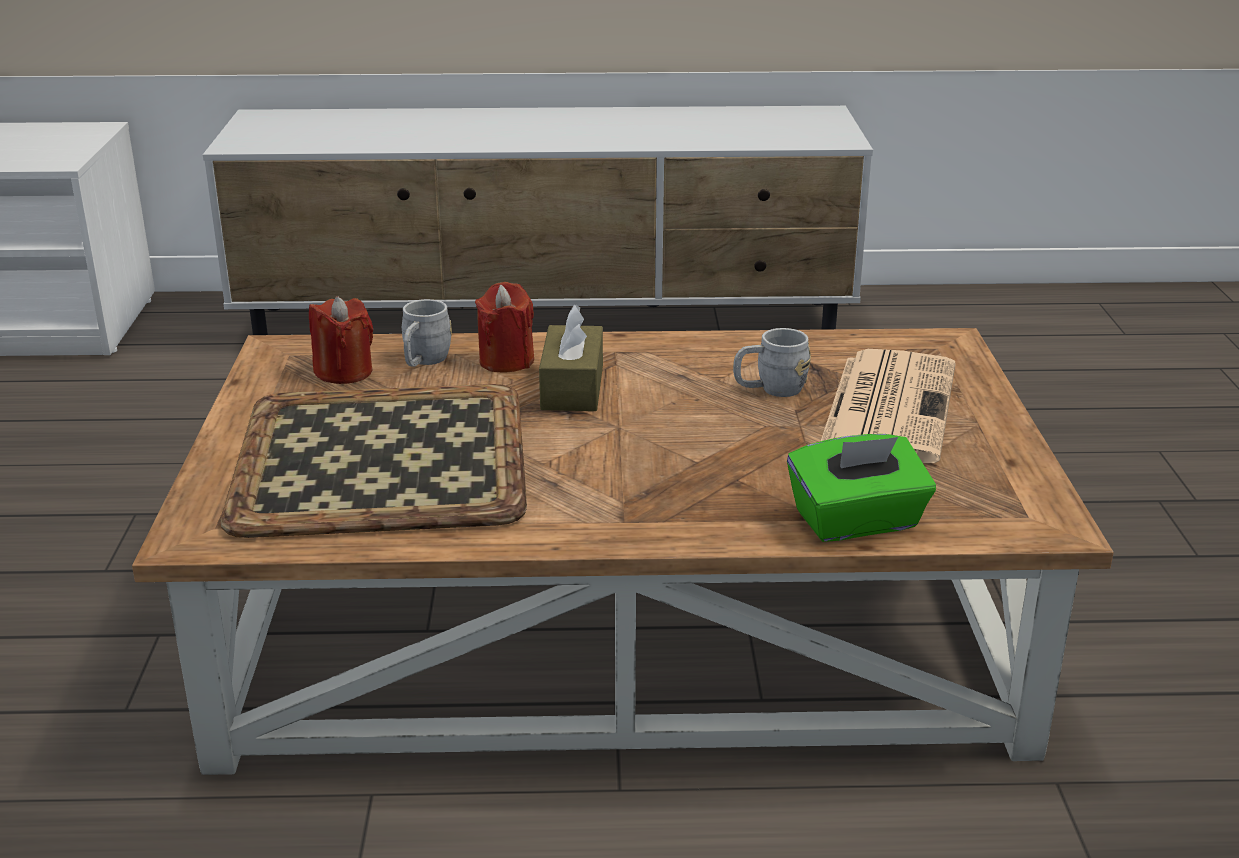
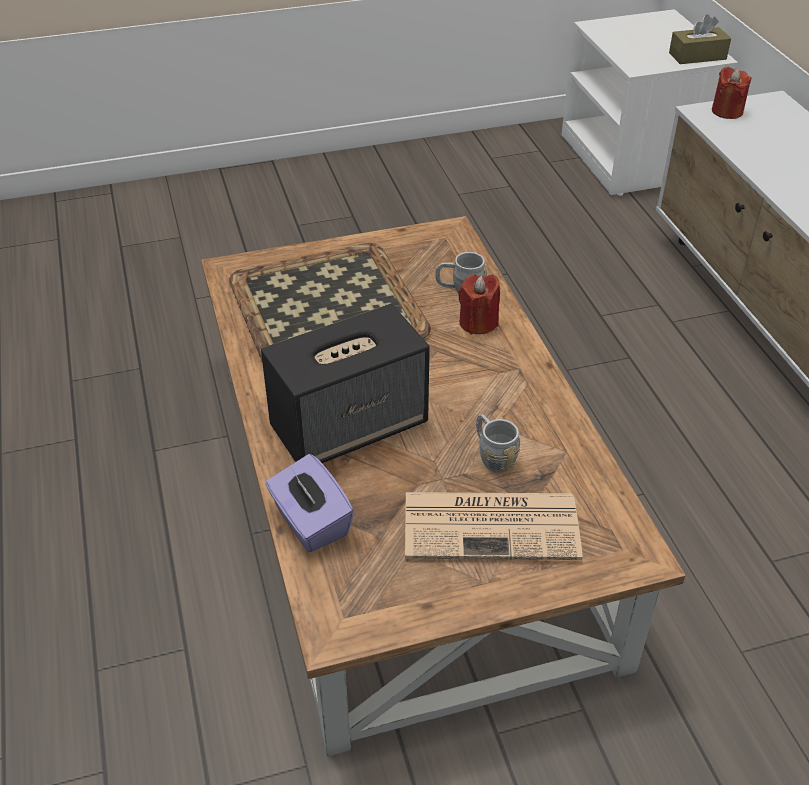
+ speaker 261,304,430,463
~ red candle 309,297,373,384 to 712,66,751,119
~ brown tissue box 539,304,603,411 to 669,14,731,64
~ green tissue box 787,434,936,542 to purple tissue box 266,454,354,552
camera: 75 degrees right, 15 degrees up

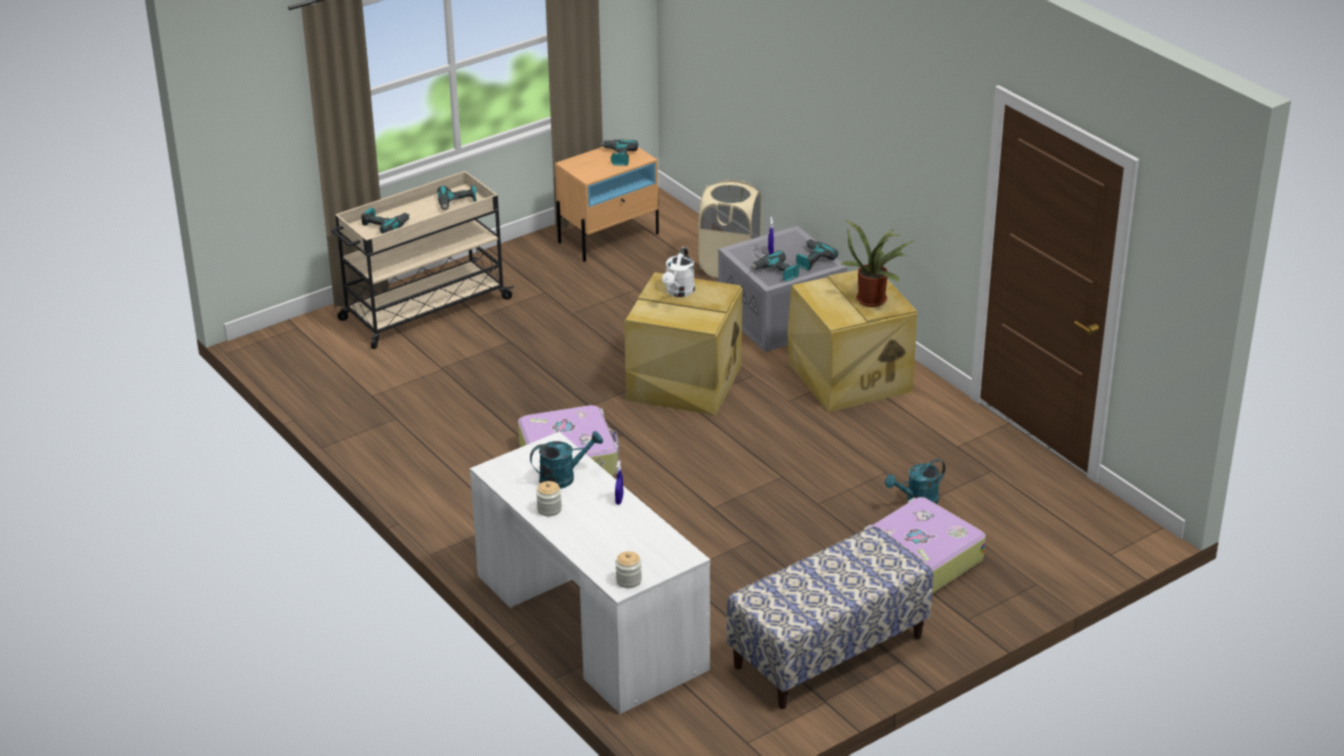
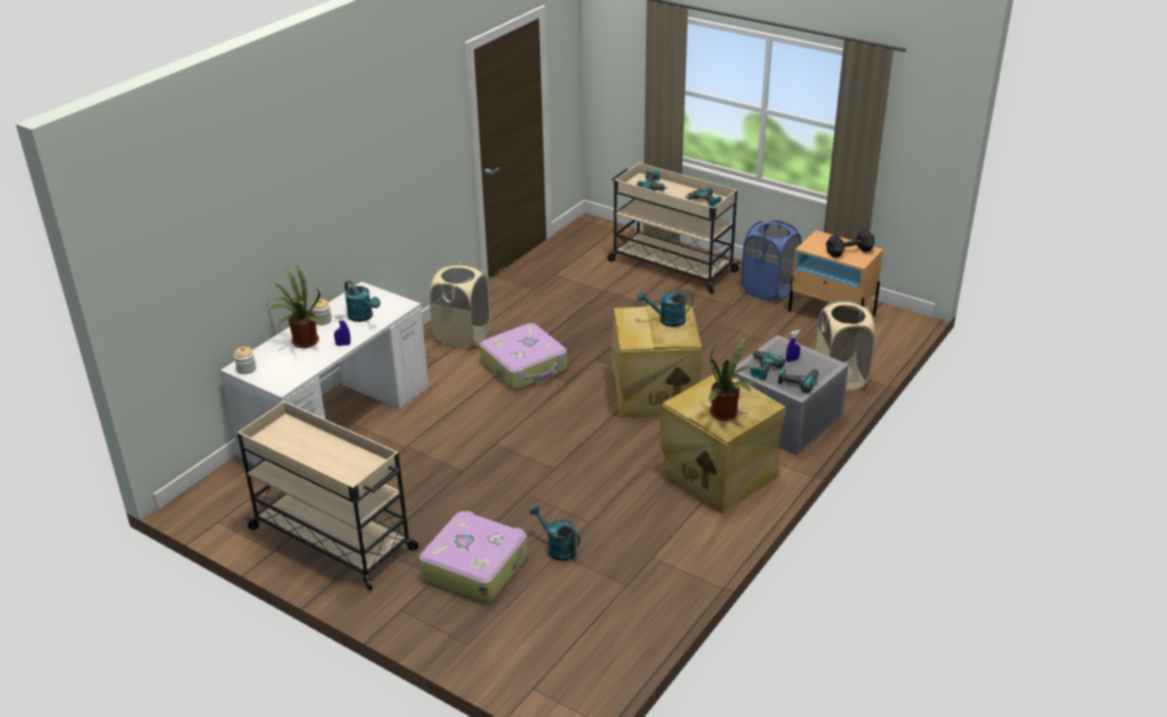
+ potted plant 268,265,322,348
+ beige laundry basket 429,263,491,348
+ blue laundry basket 741,220,802,301
~ power drill 600,139,638,166 to black dumbbell 826,230,875,258
~ bench 727,526,933,709 to beige cart 237,401,418,590
~ white watering can 662,247,695,297 to turquoise watering can 637,290,693,327
camera: 70 degrees right, 0 degrees up

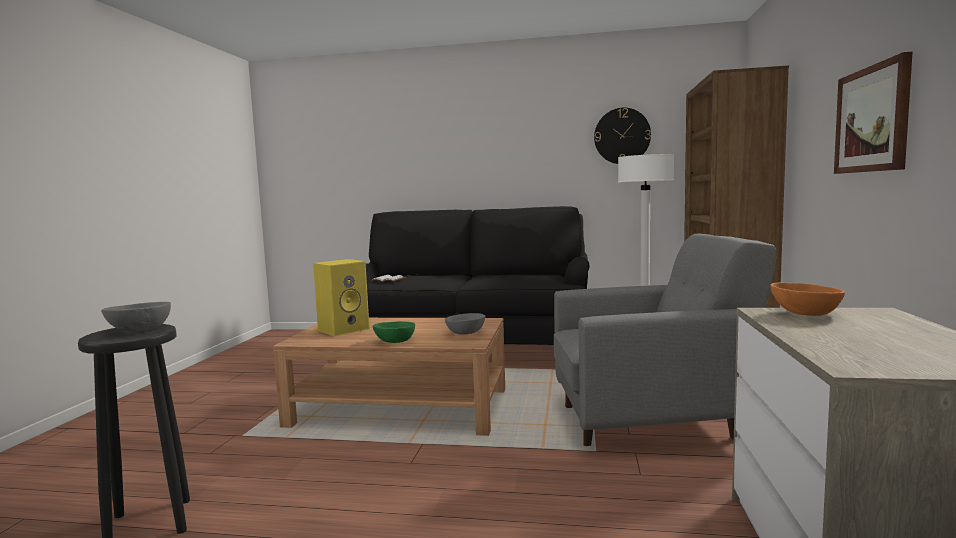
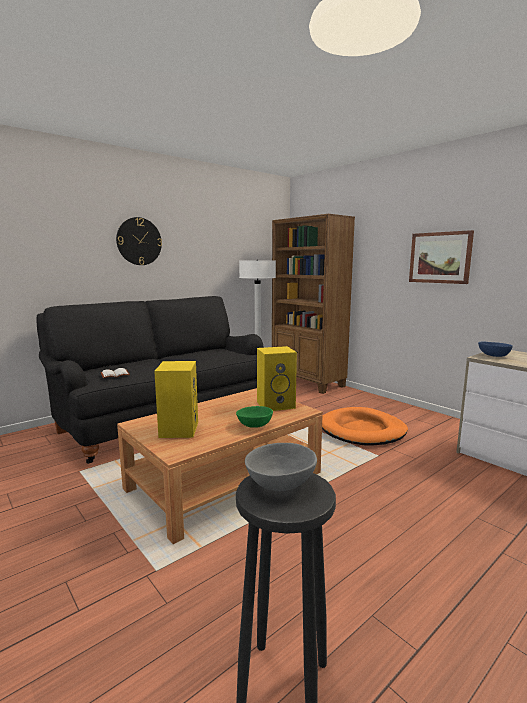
~ wall clock 594,108,651,164 to 116,217,162,265
~ grey bowl 444,313,485,335 to yellow speaker 257,346,297,411
~ grey armchair 554,234,776,446 to orange dog bed 322,407,408,446
~ orange bowl 770,282,845,316 to blue bowl 478,342,513,357
camera: 50 degrees left, 5 degrees up

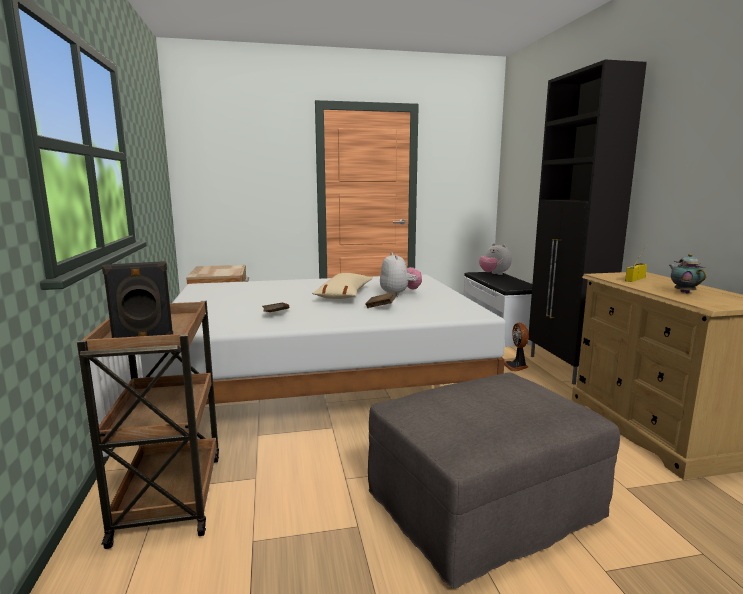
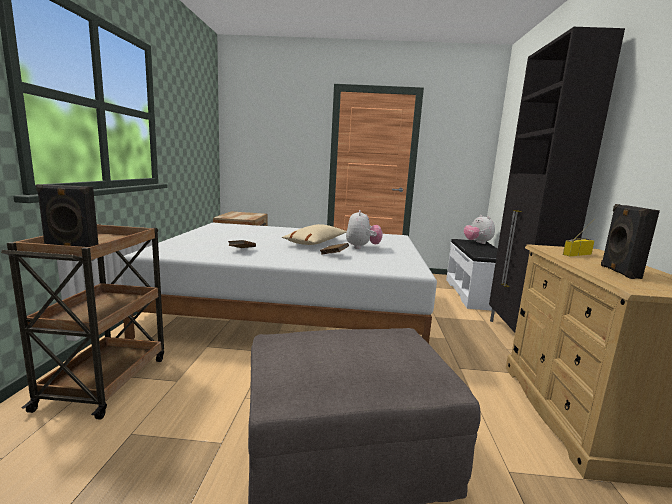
- fan 504,323,529,371
~ teapot 669,254,707,294 to black speaker 601,204,660,279
camera: 15 degrees right, 0 degrees up

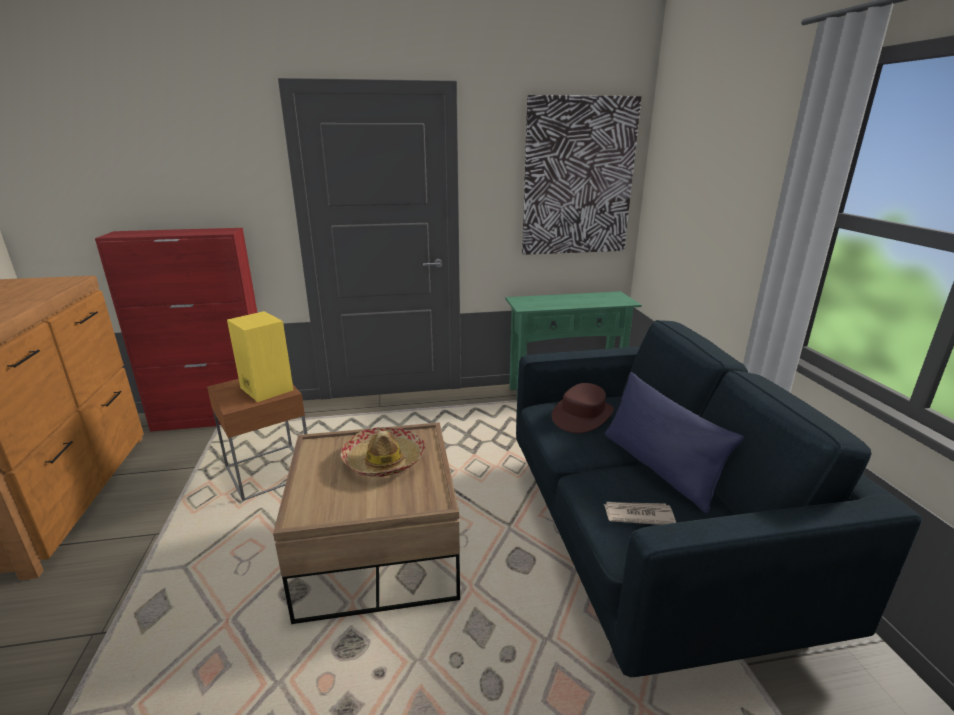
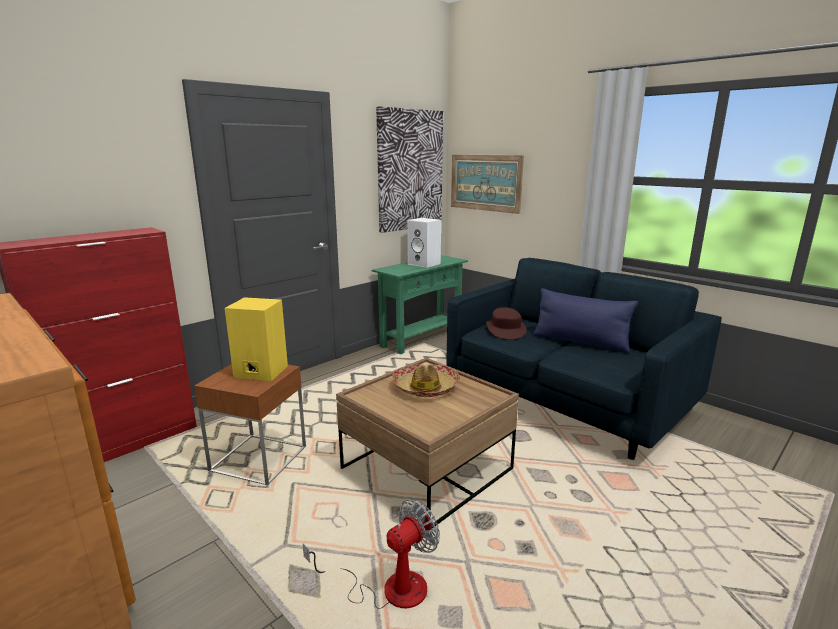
- newspaper 604,502,676,525
+ fan 303,499,440,609
+ white speaker 407,218,441,268
+ picture 451,155,524,214
camera: 35 degrees left, 5 degrees down

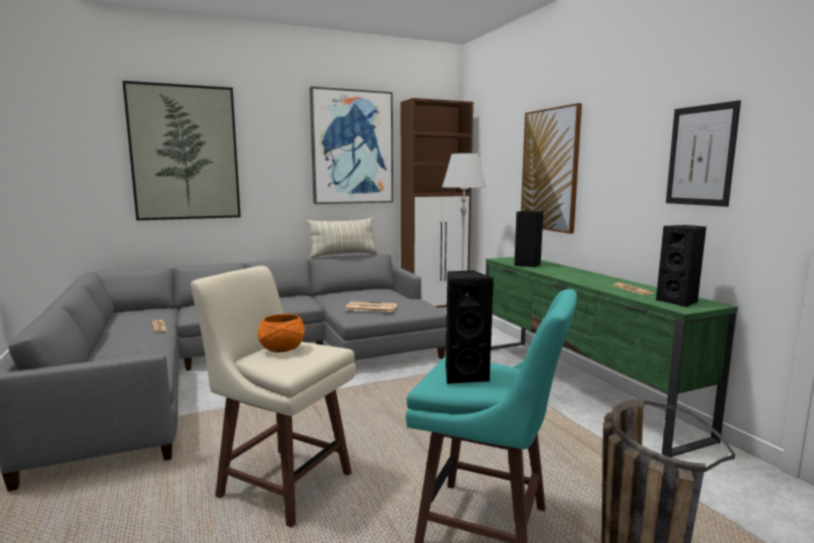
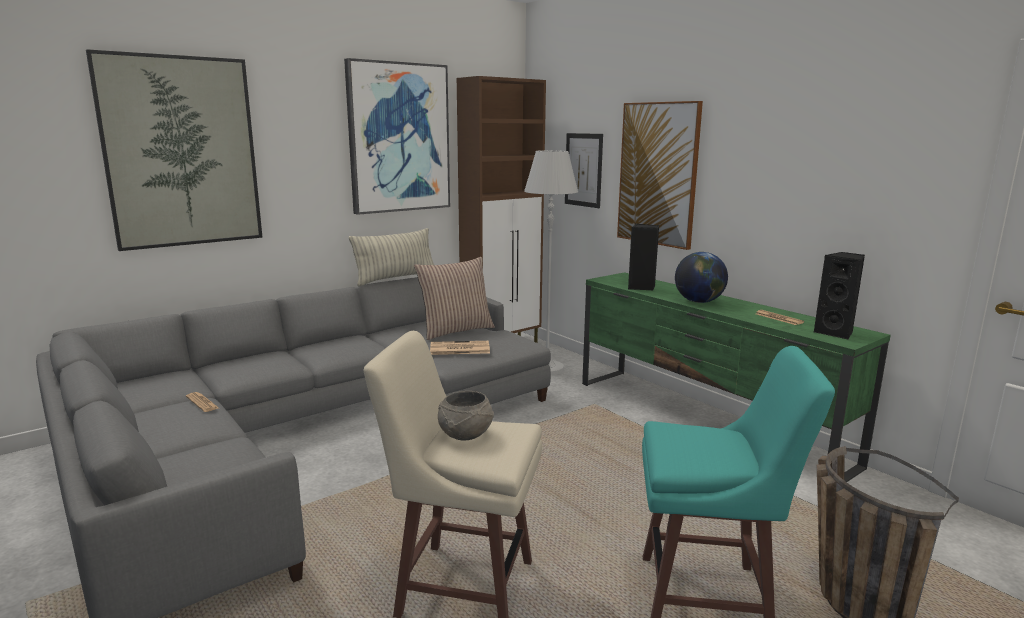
- black speaker 446,271,494,384
+ pillow 414,257,495,340
+ globe 675,252,728,303
~ picture 666,100,741,207 to 565,133,603,208
~ orange bowl 258,314,305,352 to grey bowl 438,391,494,440
camera: 15 degrees left, 5 degrees up

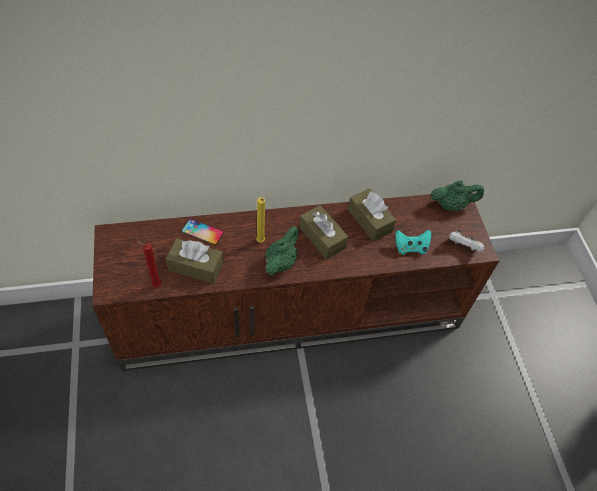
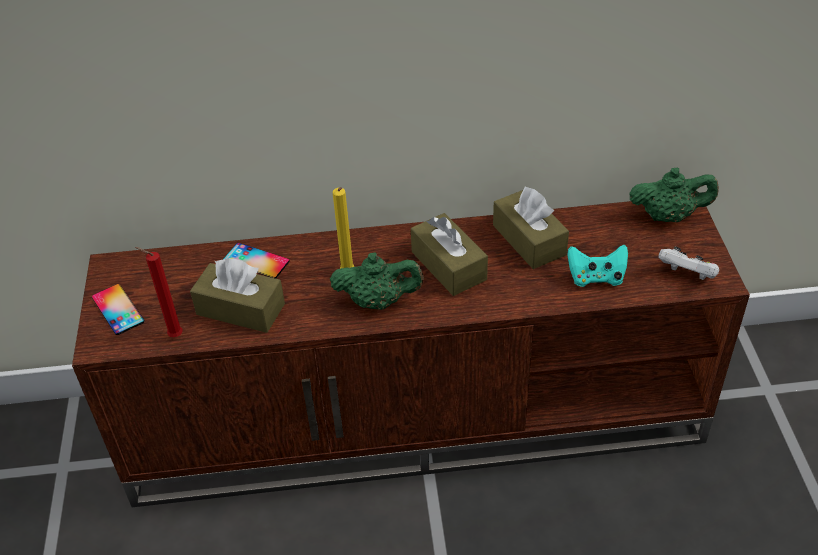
+ phone 92,284,144,335
~ green teapot 265,226,299,275 = 330,252,424,310 60 degrees clockwise
camera: 10 degrees right, 10 degrees down

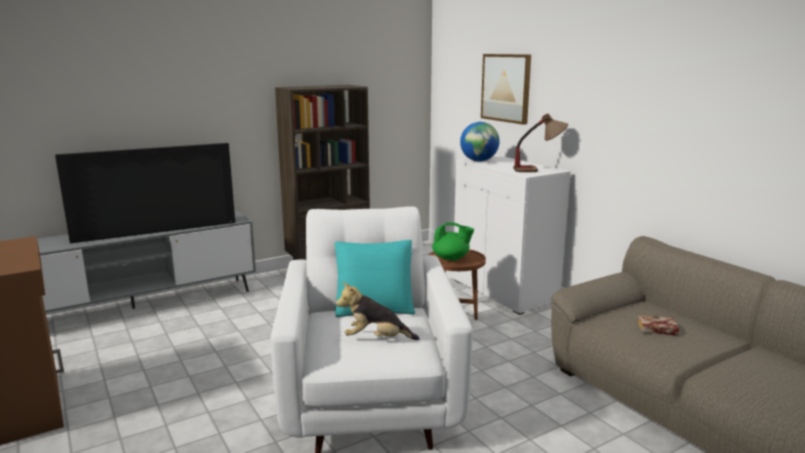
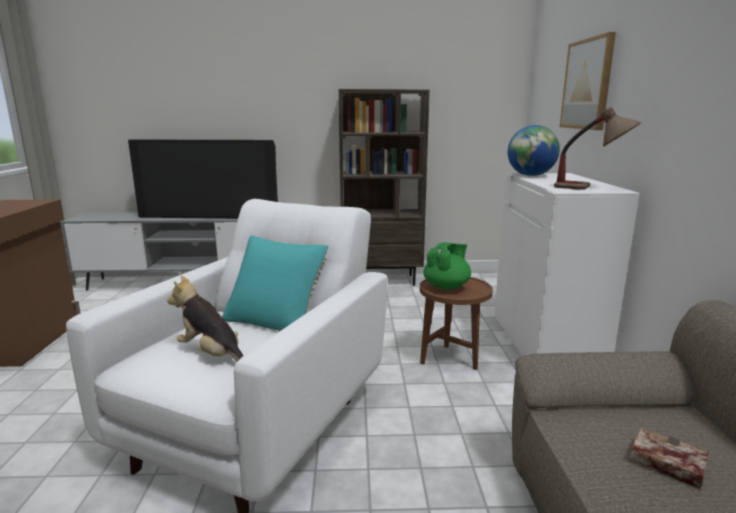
~ green teapot 432,222,474,261 = 423,242,471,290 90 degrees counterclockwise
camera: 30 degrees right, 0 degrees up

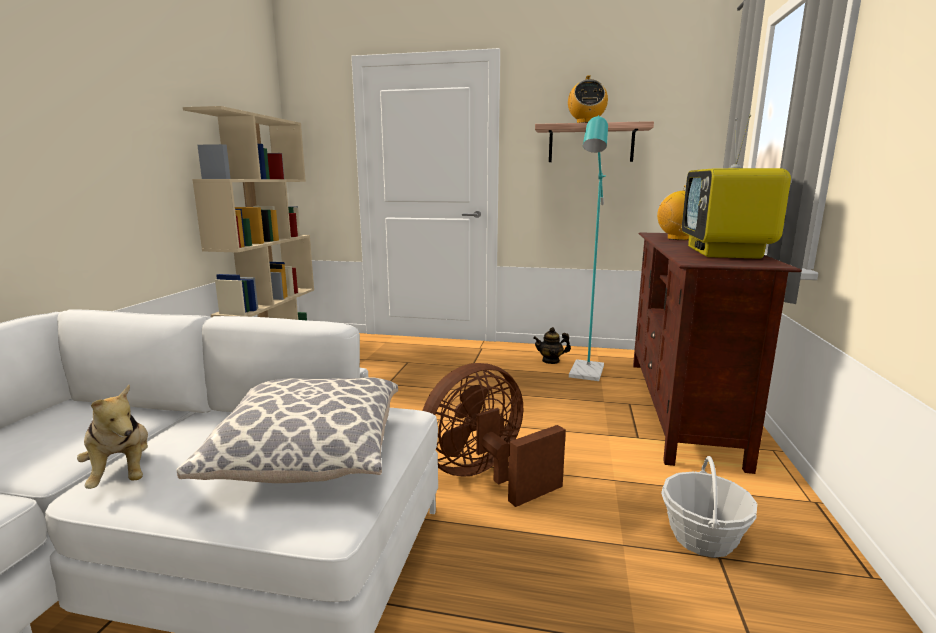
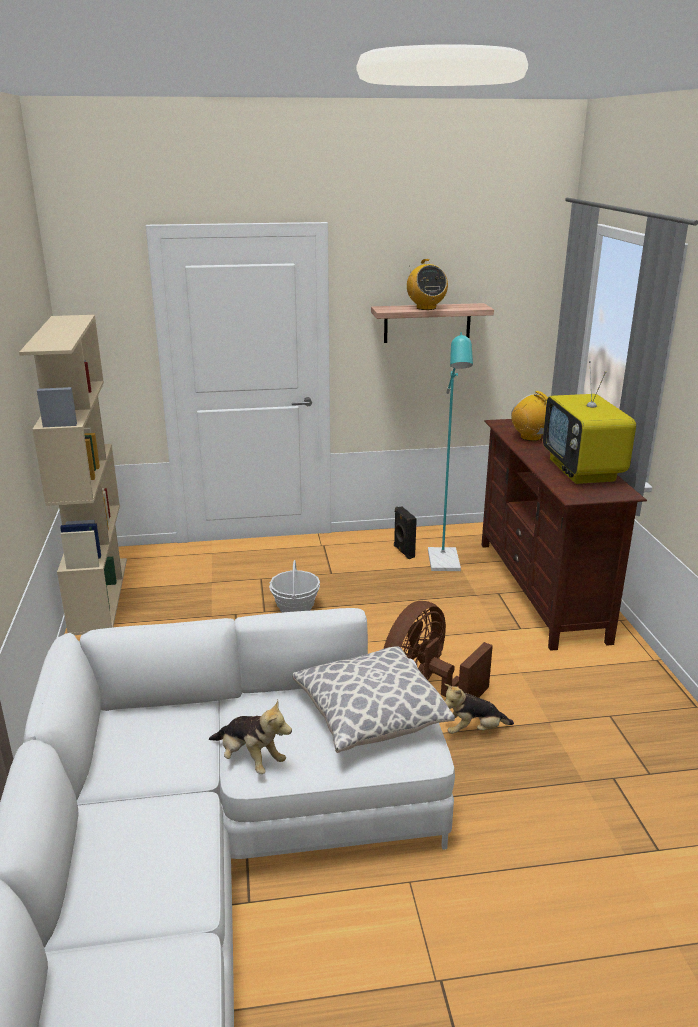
+ plush toy 444,684,514,734
~ basket 661,456,757,558 to 269,560,320,613
~ teapot 533,327,571,364 to black speaker 394,506,417,559
camera: 20 degrees left, 10 degrees up

